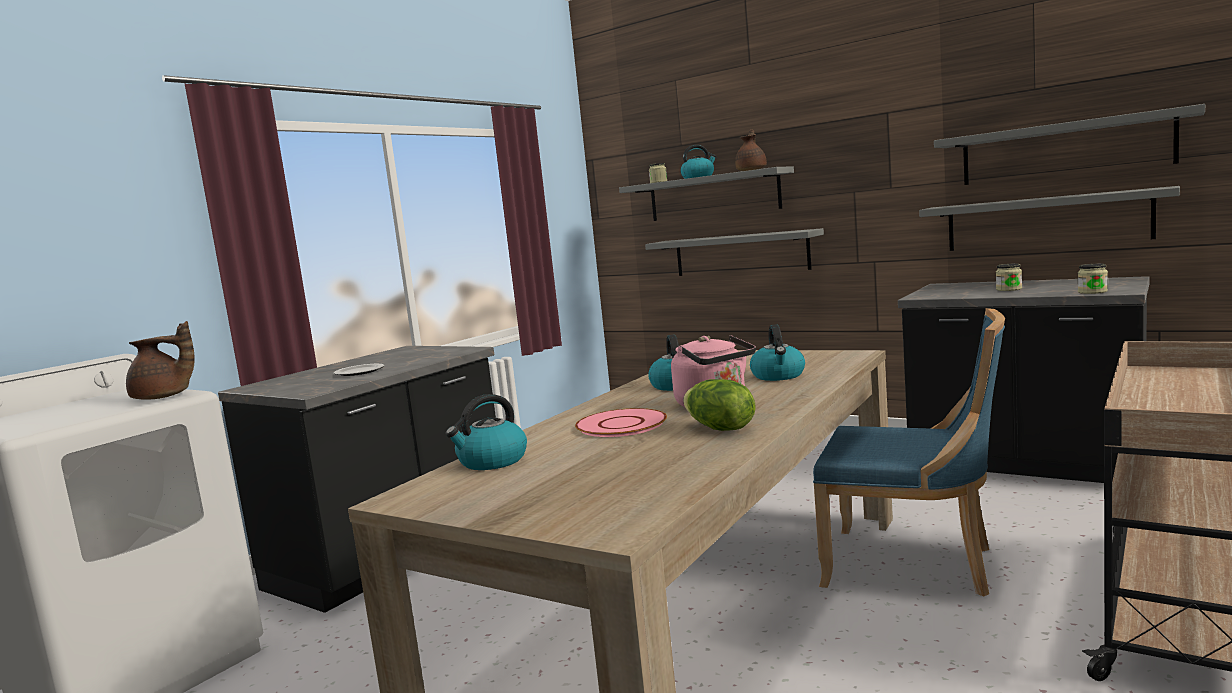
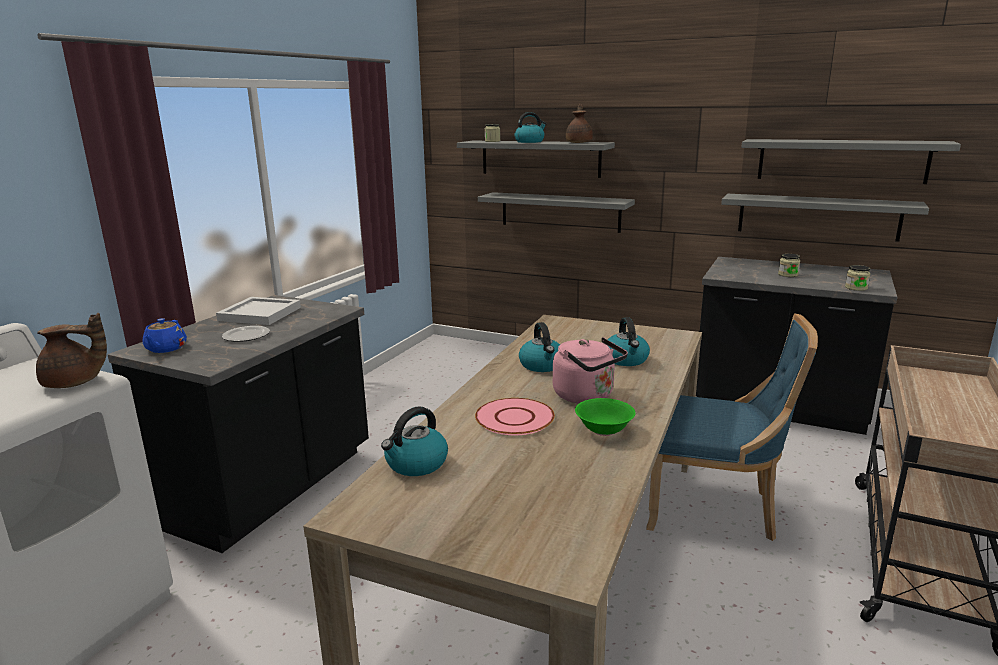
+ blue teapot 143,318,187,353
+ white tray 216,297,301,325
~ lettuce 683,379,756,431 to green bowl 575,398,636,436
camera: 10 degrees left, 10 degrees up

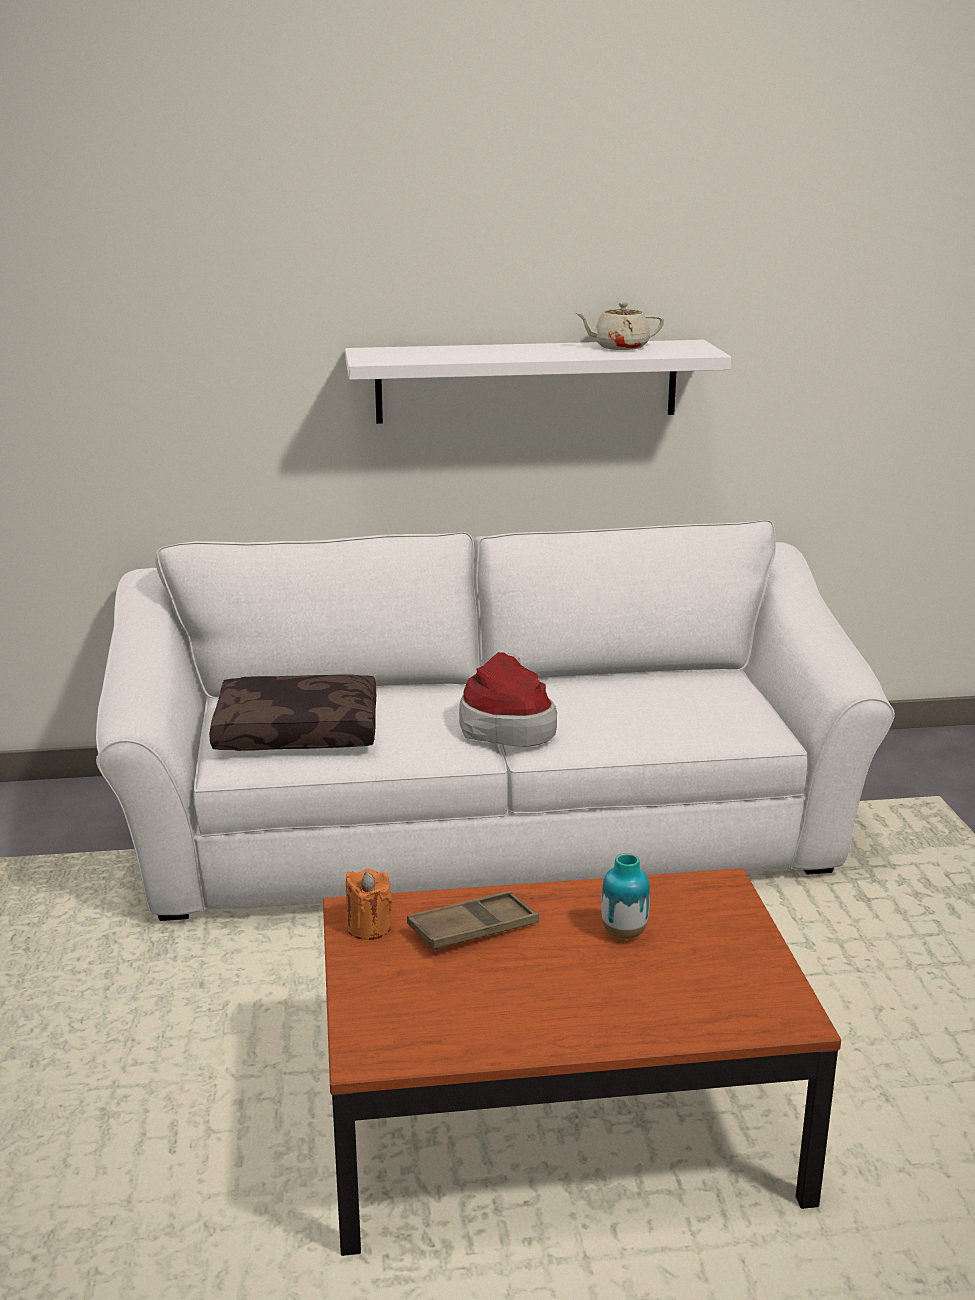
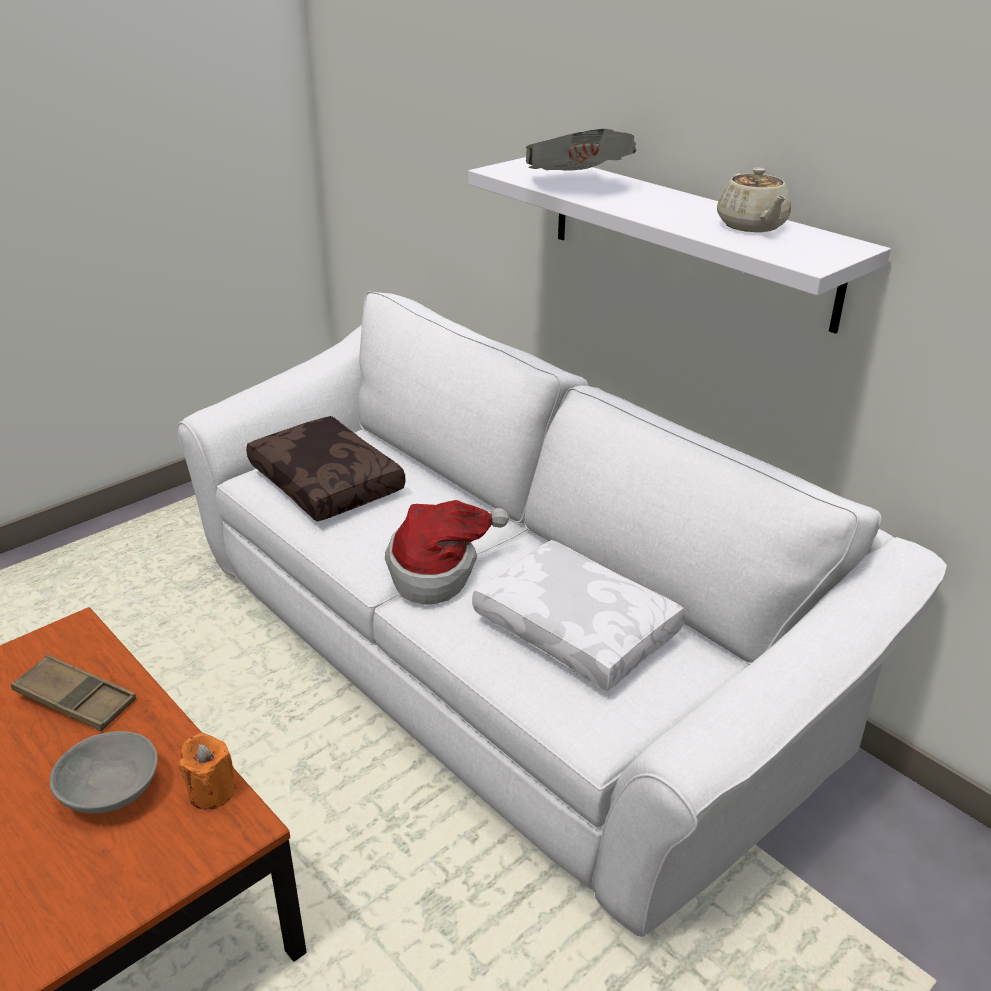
+ white pillow 472,540,685,691
+ newspaper 526,129,637,171
~ orange candle 346,869,392,940 to 178,733,237,810
~ vase 601,853,650,939 to grey bowl 50,731,158,814
~ beige teapot 576,303,664,350 = 717,168,791,232 150 degrees counterclockwise
camera: 55 degrees right, 10 degrees up

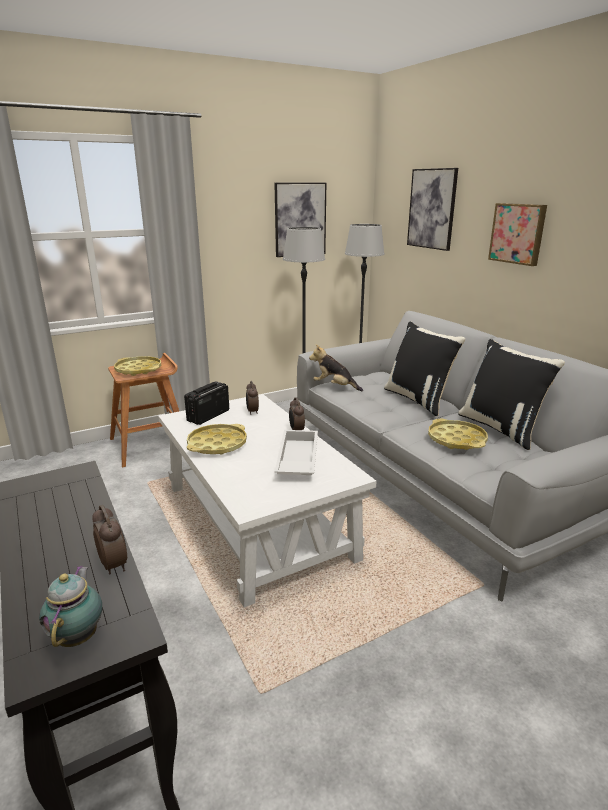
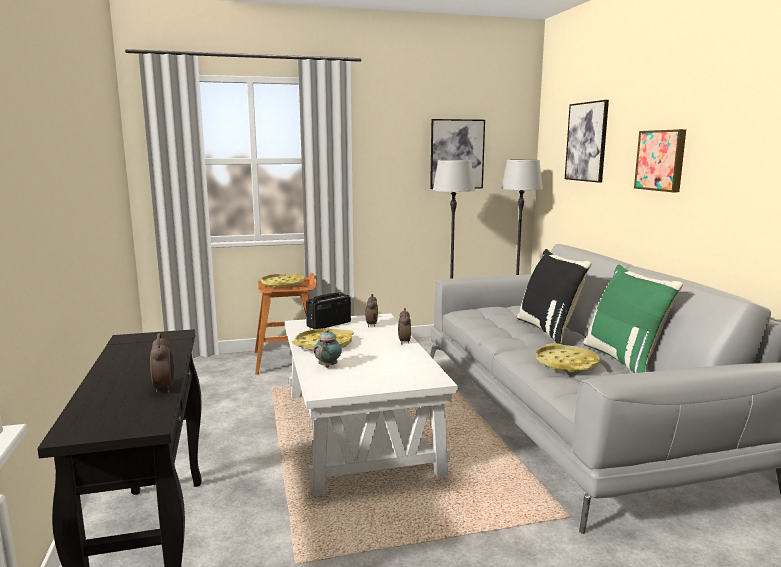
- white tray 275,430,318,475
- plush toy 309,344,363,391
~ teapot 39,566,102,647 to 314,329,342,368
~ black pillow 458,339,565,450 to green pillow 583,265,683,373
camera: 15 degrees right, 10 degrees down

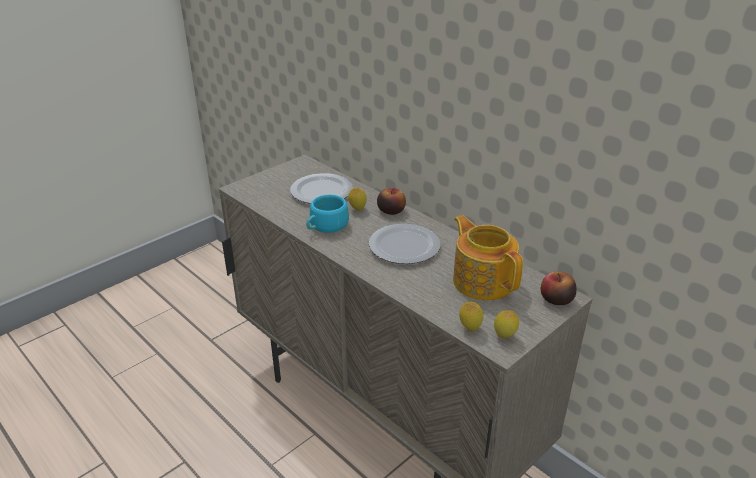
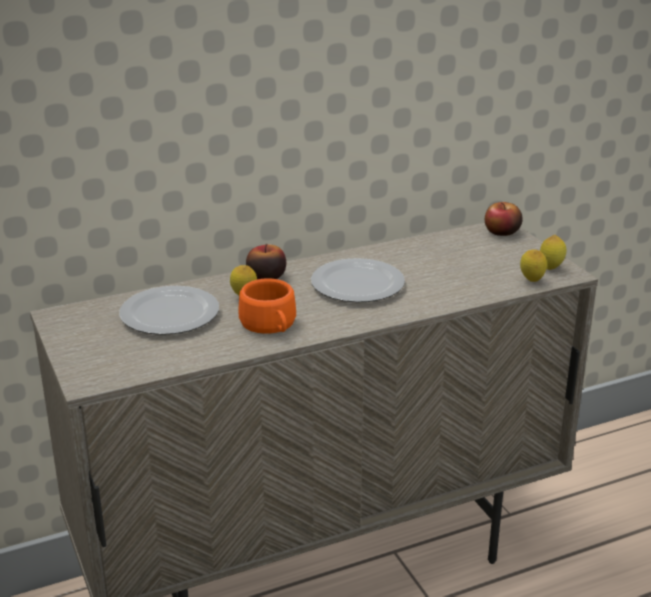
- teapot 453,215,523,301
~ turquoise cup 306,195,349,233 to orange cup 239,278,296,334
camera: 70 degrees left, 5 degrees down

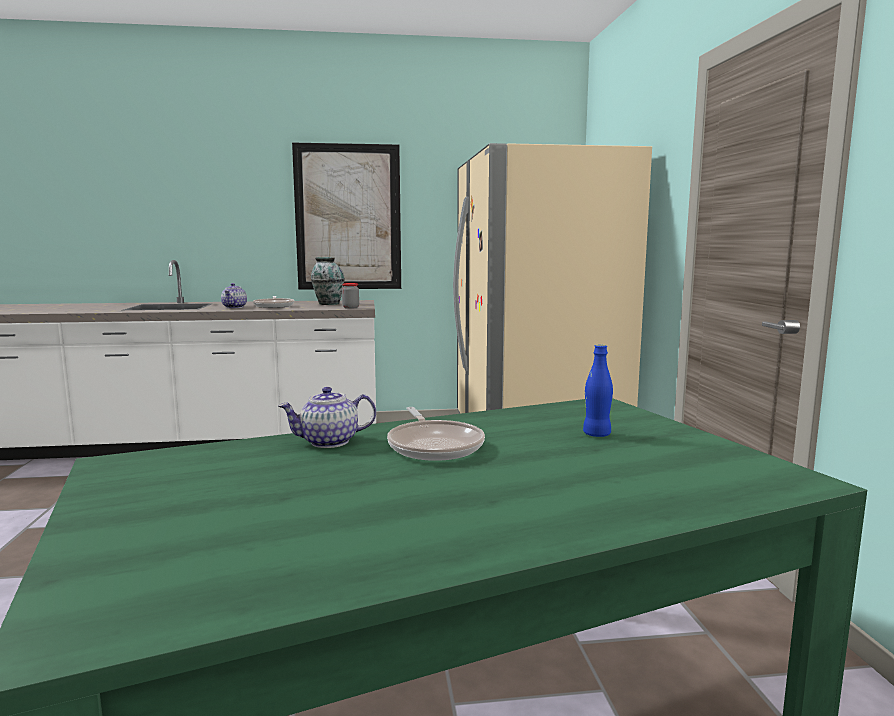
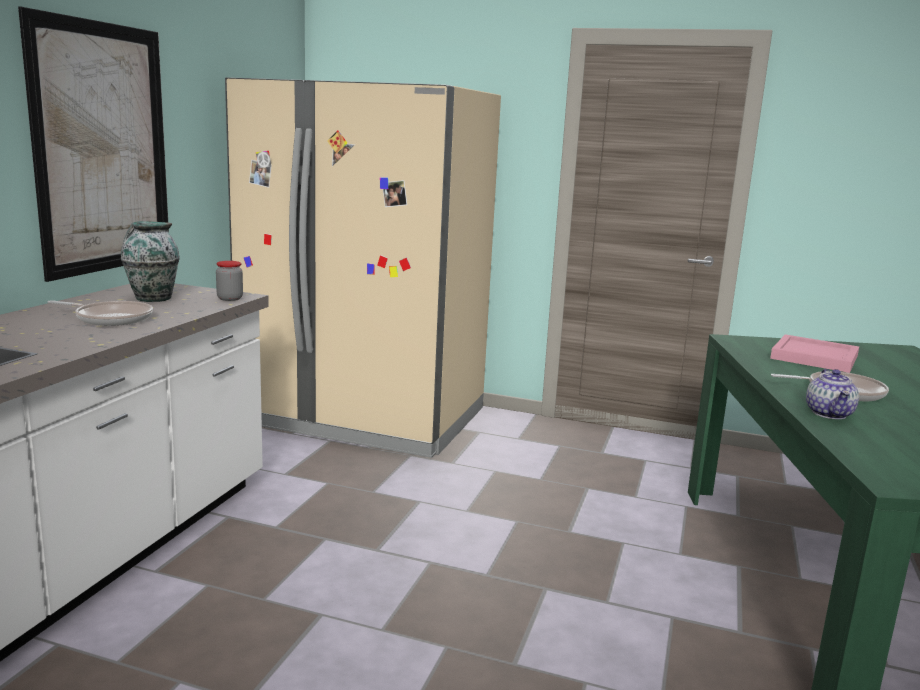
- teapot 221,283,247,308
~ blue bottle 583,345,613,437 to pink tray 770,334,859,373
camera: 65 degrees left, 5 degrees up

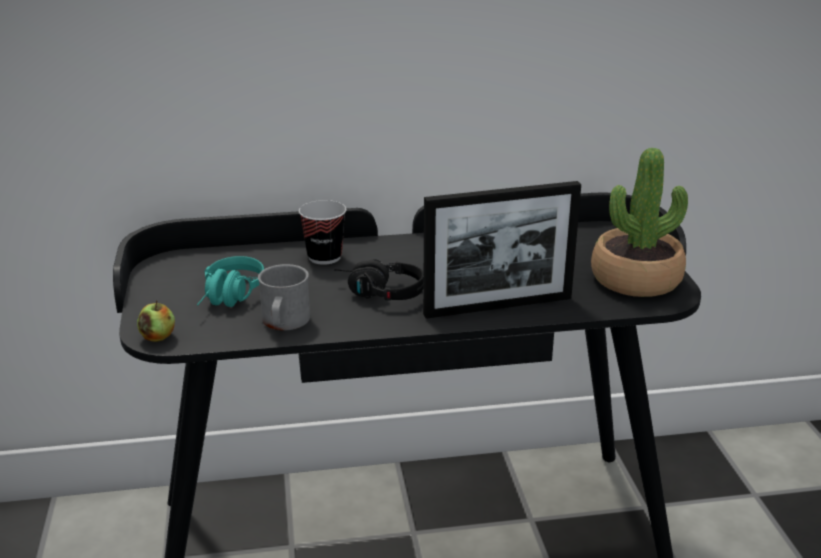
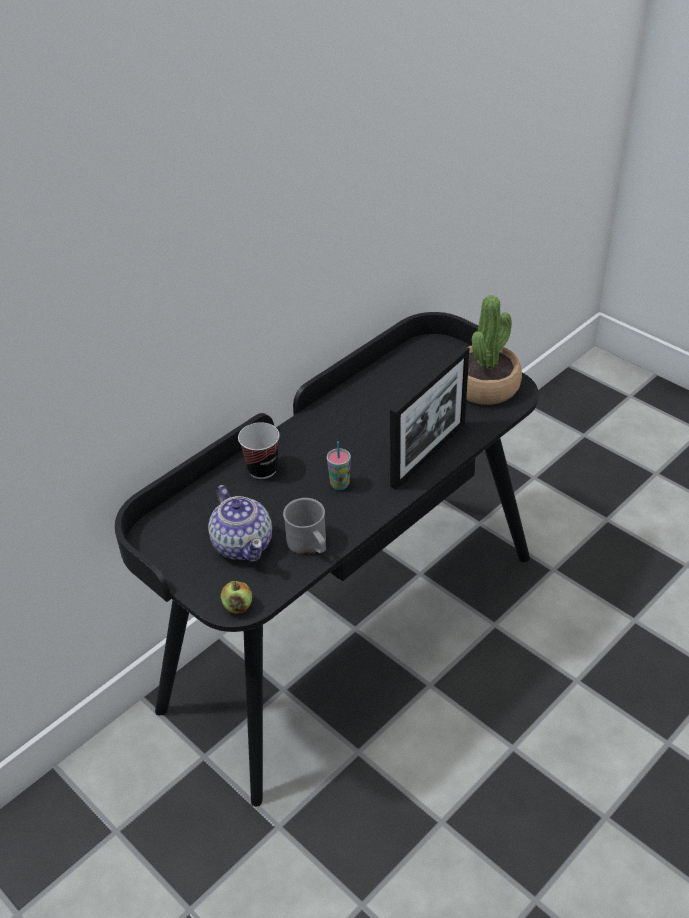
~ turquoise headphones 197,256,264,307 to teapot 208,485,272,562
~ black headphones 334,259,424,301 to cup 327,441,351,490
camera: 35 degrees left, 15 degrees up

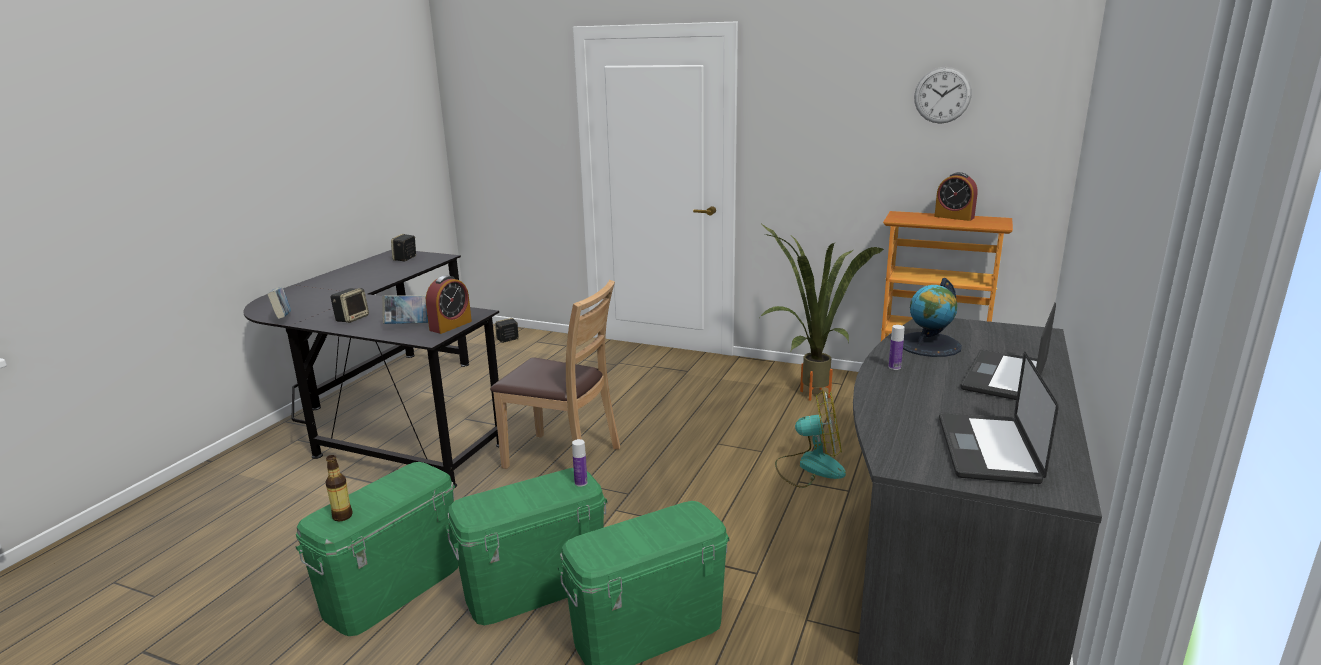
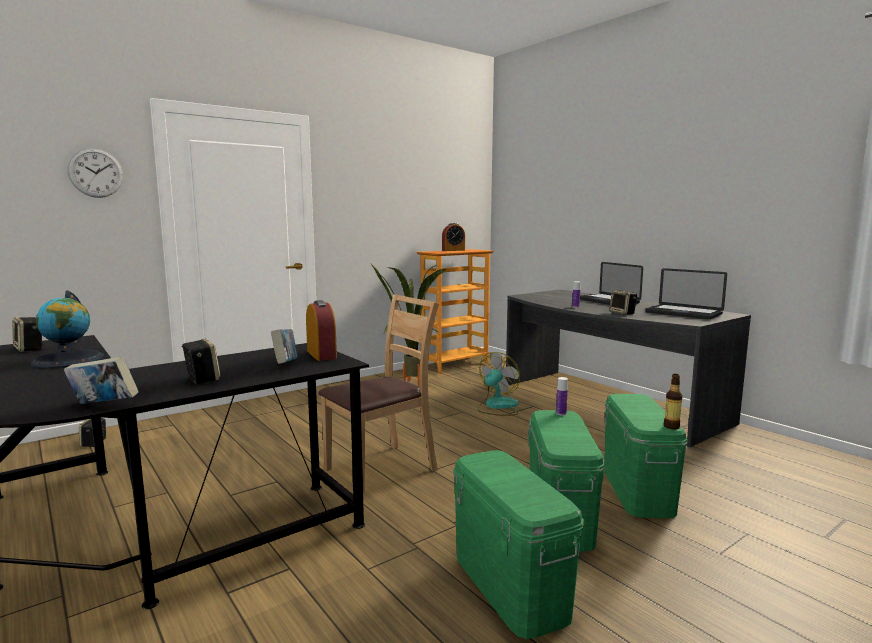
+ speaker 609,290,637,315
~ bottle 326,455,353,521 to 664,374,682,429
~ globe 903,278,962,357 to 31,290,104,368
~ wall clock 914,67,972,124 to 67,148,123,198
camera: 60 degrees left, 10 degrees down

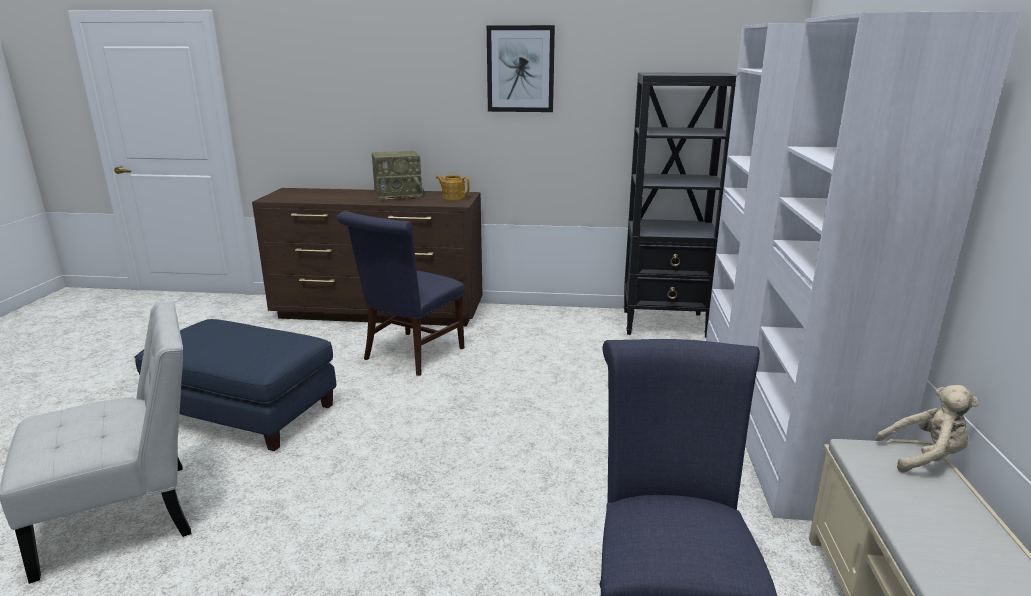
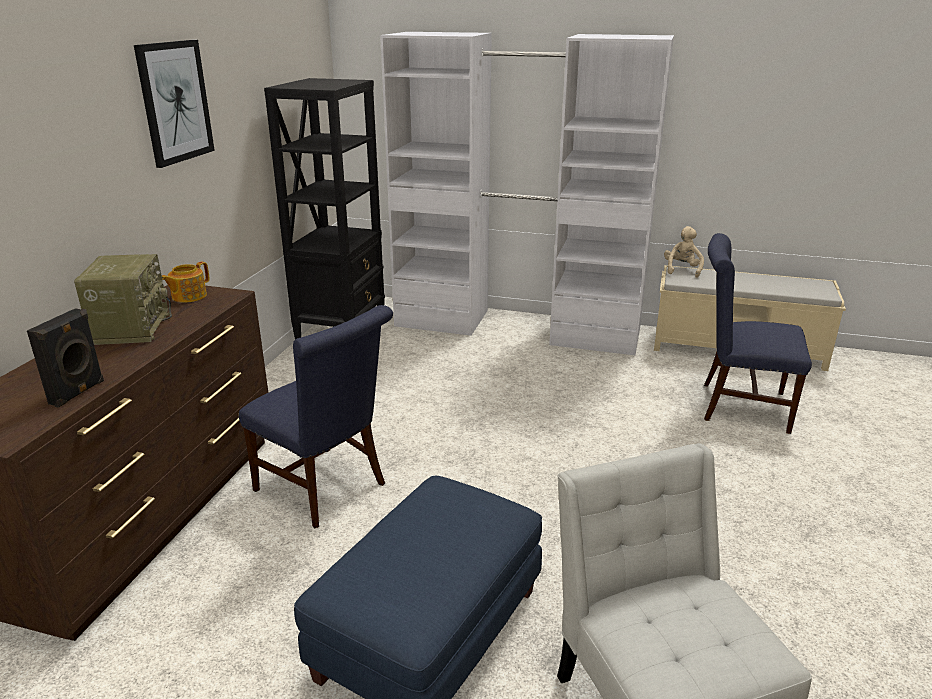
+ black speaker 27,308,104,408
camera: 80 degrees left, 5 degrees up

